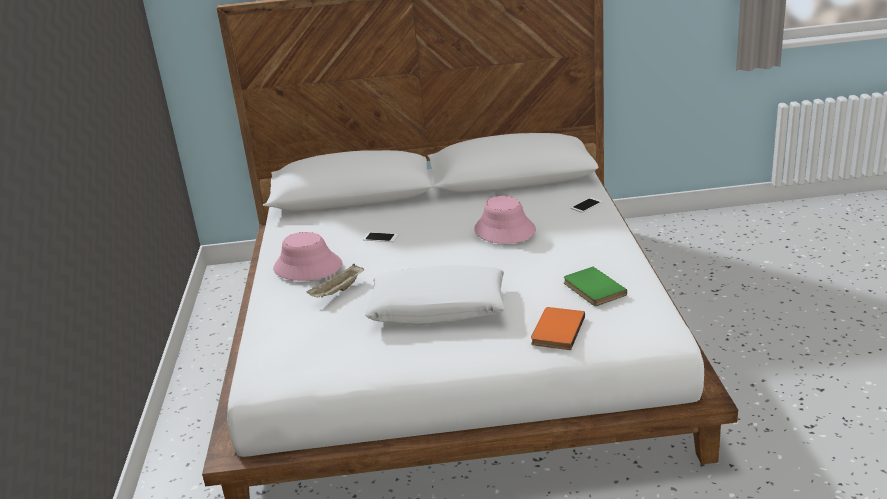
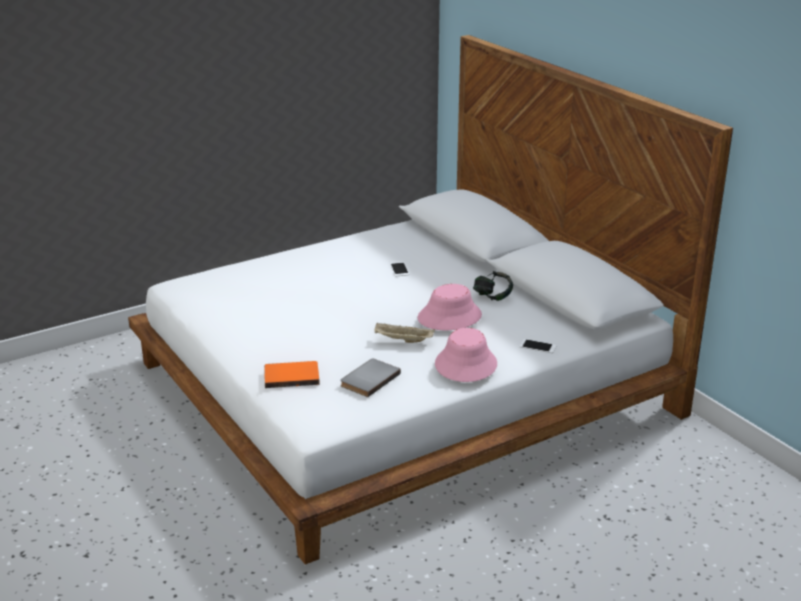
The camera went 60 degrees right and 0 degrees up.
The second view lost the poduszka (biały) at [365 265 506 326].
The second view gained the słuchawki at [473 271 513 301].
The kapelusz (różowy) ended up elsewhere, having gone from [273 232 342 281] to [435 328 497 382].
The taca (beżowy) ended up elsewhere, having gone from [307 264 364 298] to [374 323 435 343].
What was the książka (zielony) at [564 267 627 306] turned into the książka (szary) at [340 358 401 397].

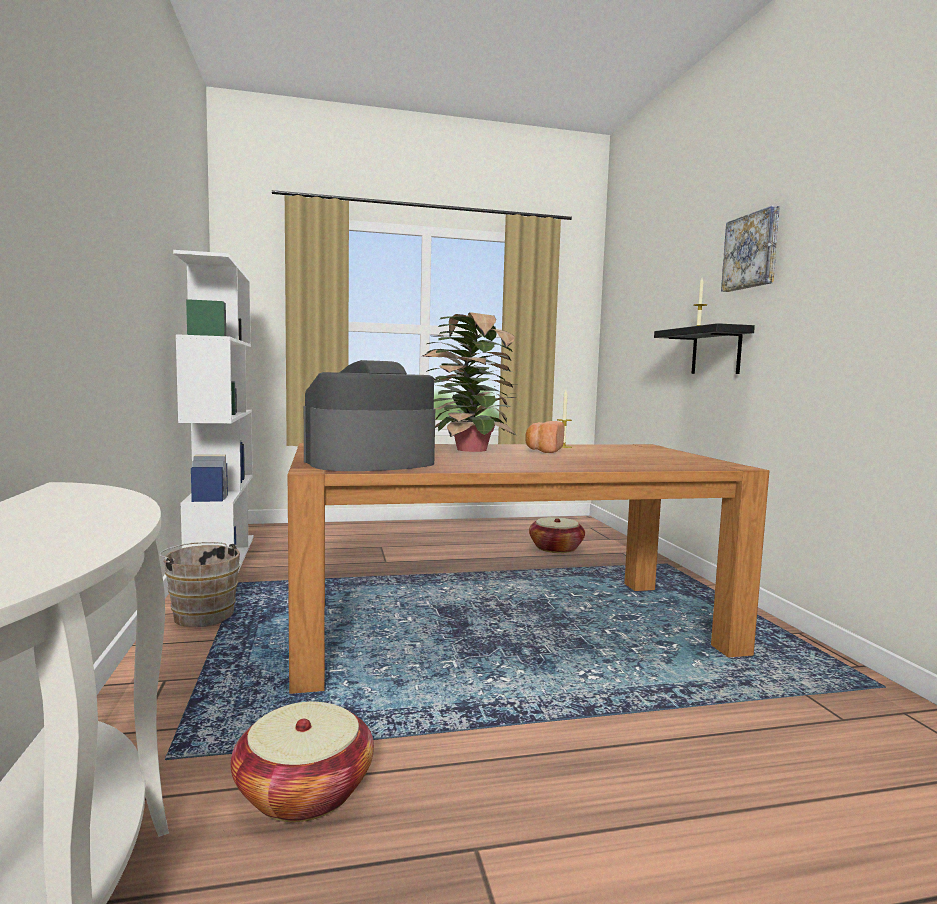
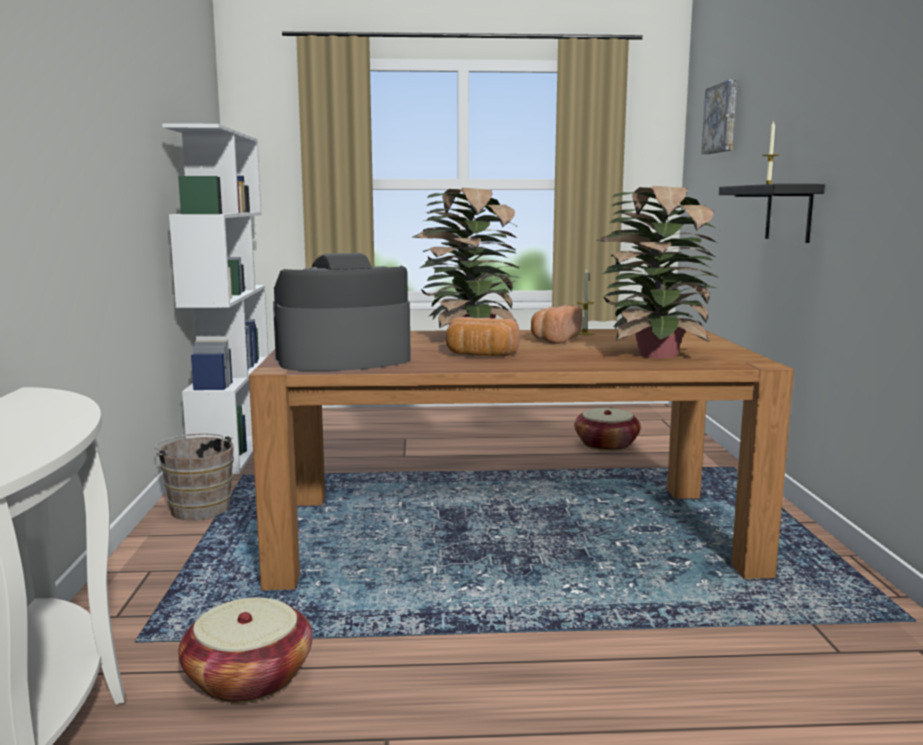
The camera went 10 degrees right and 5 degrees up.
The second view gained the chleb at [446 317 520 356].
The second view gained the roślina doniczkowa at [598 186 719 359].
The obraz ended up elsewhere, having gone from [721 206 780 292] to [701 80 737 154].

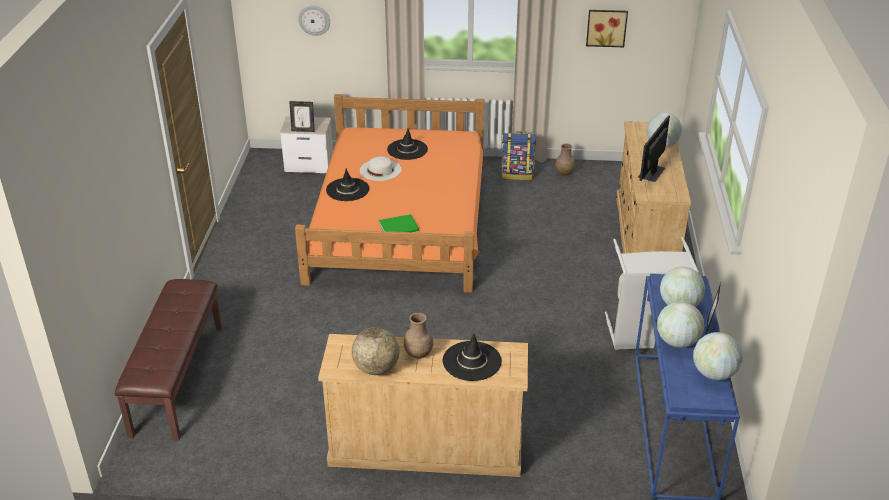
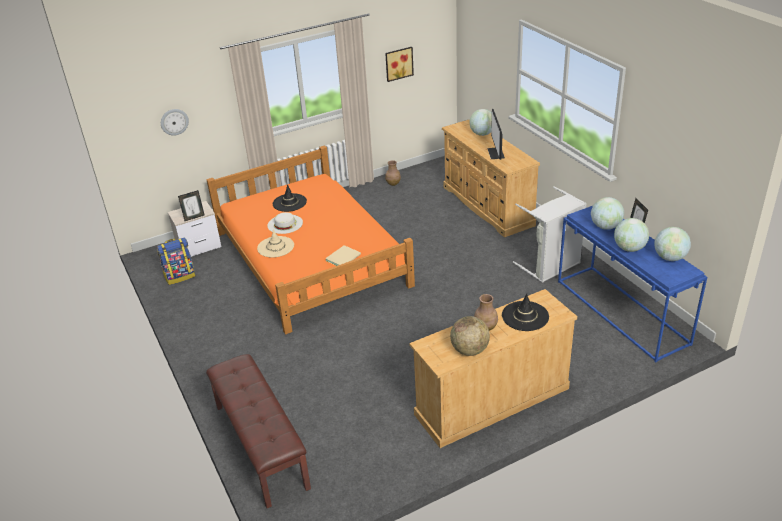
The camera went 30 degrees left and 0 degrees up.
The plecak ended up elsewhere, having gone from [502 131 536 180] to [157 238 195 285].
What was the kapelusz (czarny) at [326 168 369 201] turned into the kapelusz (beżowy) at [257 229 294 258].
What was the książka (zielony) at [379 214 419 232] turned into the książka (beżowy) at [325 245 361 266].

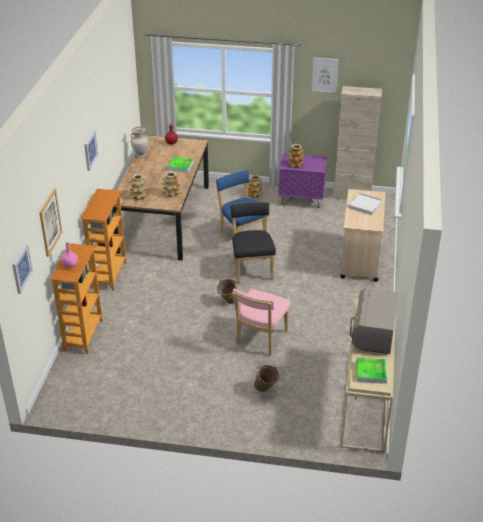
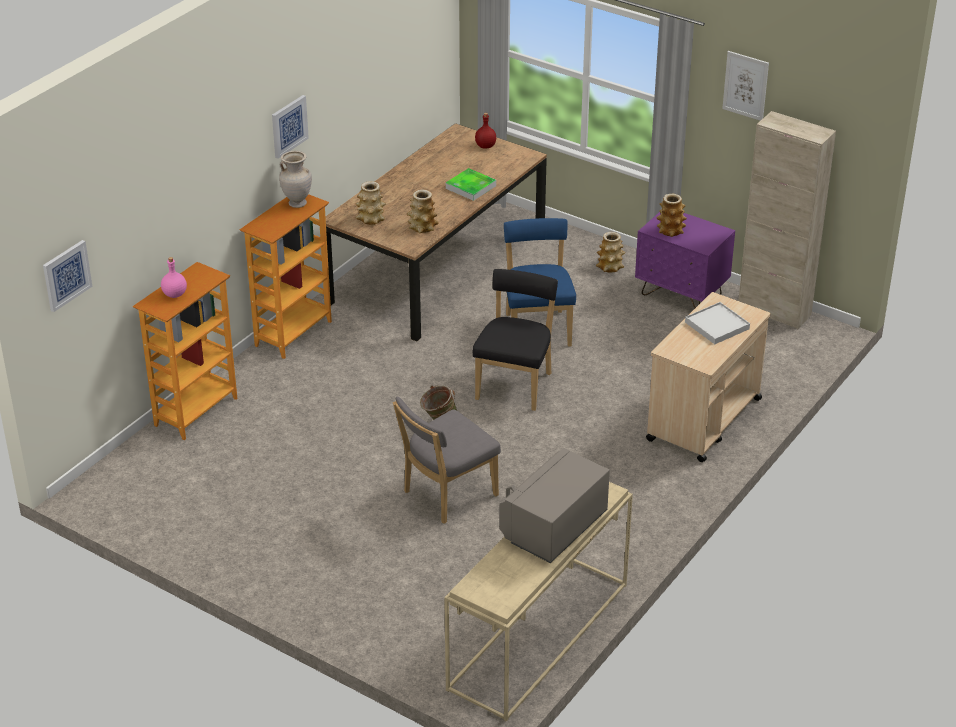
The camera went 25 degrees right and 0 degrees up.
The second view lost the obraz at [39 188 62 257].
The second view lost the wiadro (zielony) at [254 364 279 392].
The second view lost the taca at [356 358 387 384].
The wazon (beżowy) ended up elsewhere, having gone from [131 127 148 158] to [279 151 312 208].
What was the krzesło (różowy) at [232 289 291 355] turned into the krzesło (szary) at [393 396 501 524].

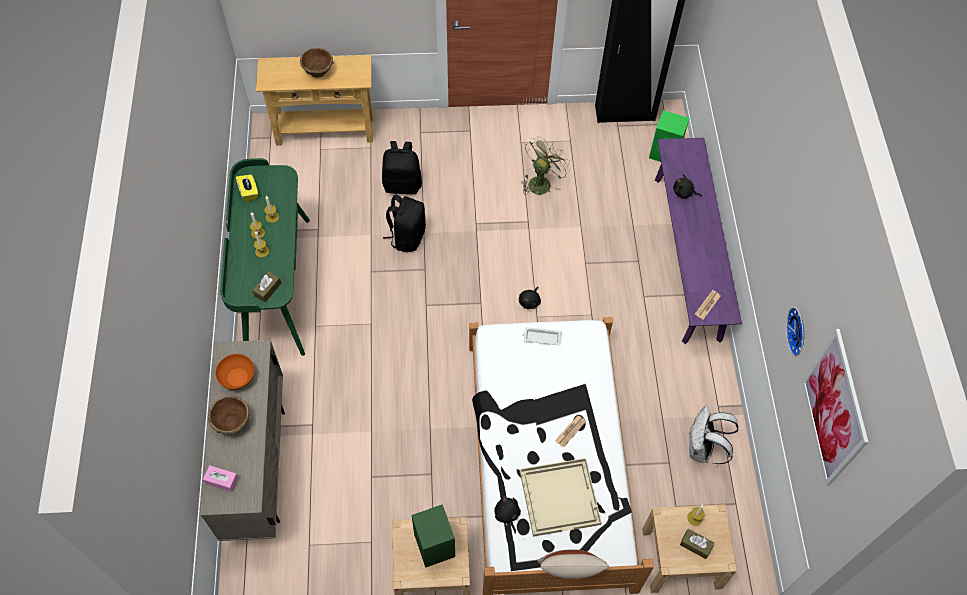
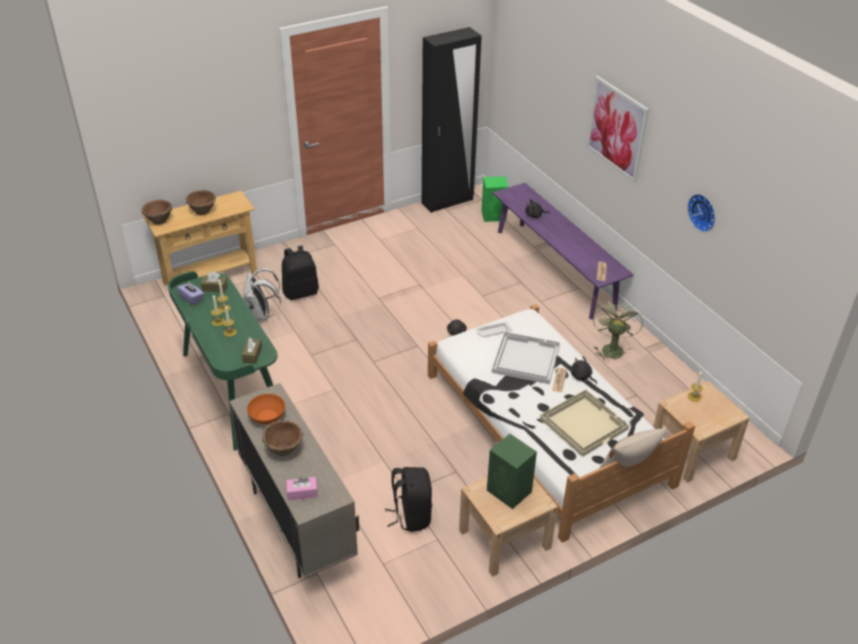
The camera went 25 degrees left and 20 degrees down.
The second view gained the miska (brązowy) at [141 199 172 225].
The second view gained the taca (biały) at [492 332 560 384].
The plecak (czarny) ended up elsewhere, having gone from [383 195 426 252] to [385 467 432 532].
The pluszak (czarny) ended up elsewhere, having gone from [494 496 521 534] to [571 356 597 384].
The wentylator (zielony) ended up elsewhere, having gone from [521 136 571 195] to [593 300 643 362].
The pudełko chusteczek (brązowy) ended up elsewhere, having gone from [680 529 714 559] to [201 272 228 292].
The plecak (biały) ended up elsewhere, having gone from [689 405 739 464] to [243 268 281 321].
The obraz ended up elsewhere, having gone from [802 329 868 486] to [586 76 649 183].
What was the pudełko chusteczek (żółty) at [236 175 258 202] turned into the pudełko chusteczek (fioletowy) at [177 282 204 305].

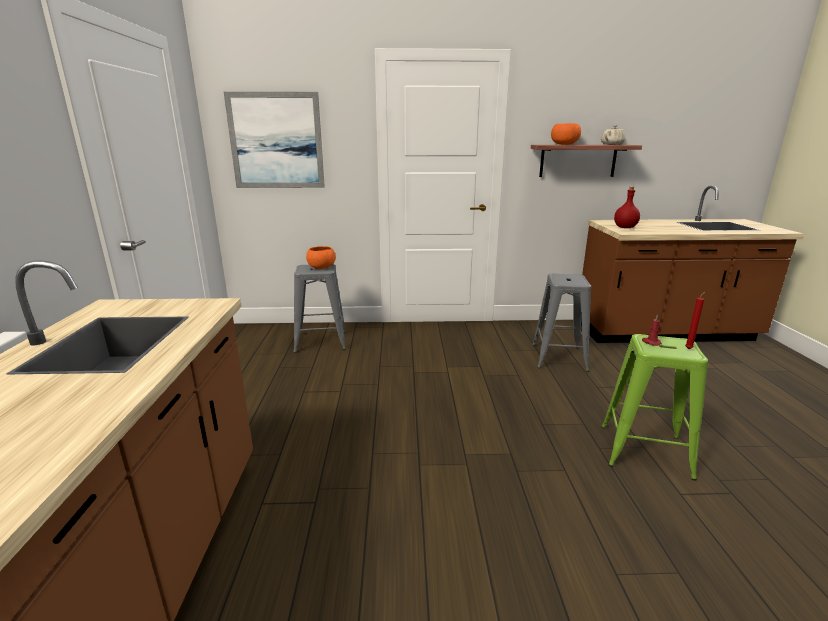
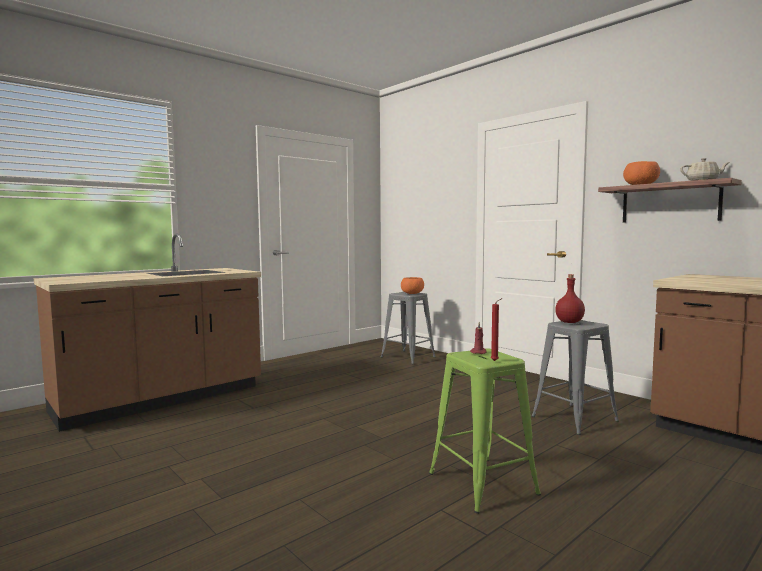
The camera went 50 degrees right and 15 degrees down.
The second view lost the obraz at [224 92 325 188].
The butelka (czerwony) ended up elsewhere, having gone from [614 187 640 228] to [555 274 585 323].

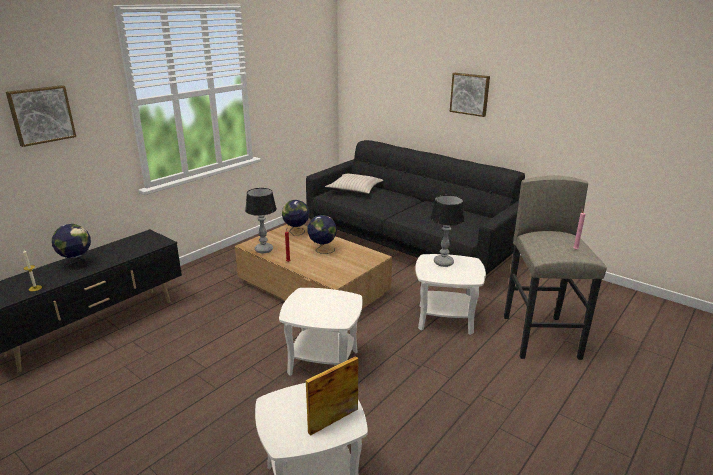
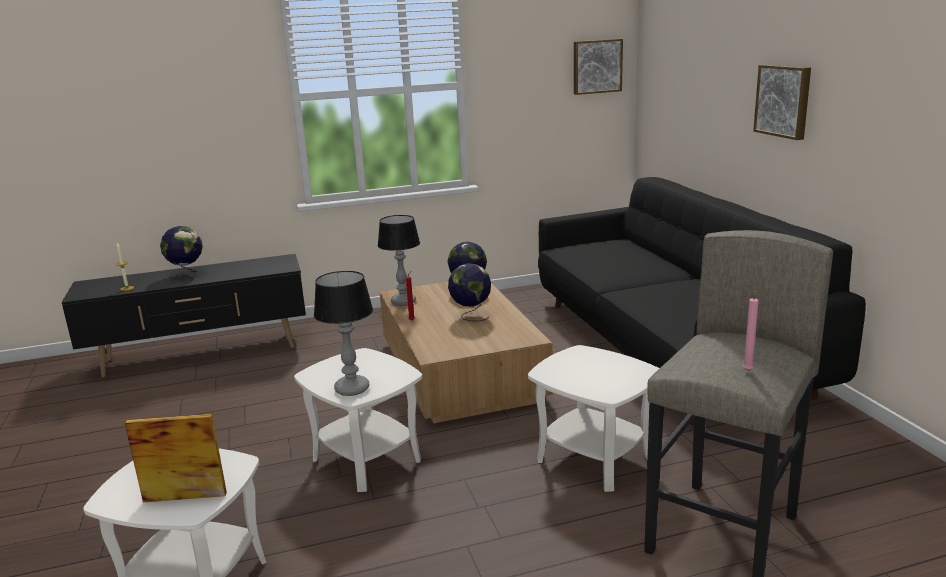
The camera went 35 degrees right and 5 degrees down.
The second view lost the poduszka (beżowy) at [325 174 383 194].
The obraz ended up elsewhere, having gone from [6 85 76 147] to [574 39 623 95].
The lampa stołowa ended up elsewhere, having gone from [430 195 465 267] to [314 271 373 396].

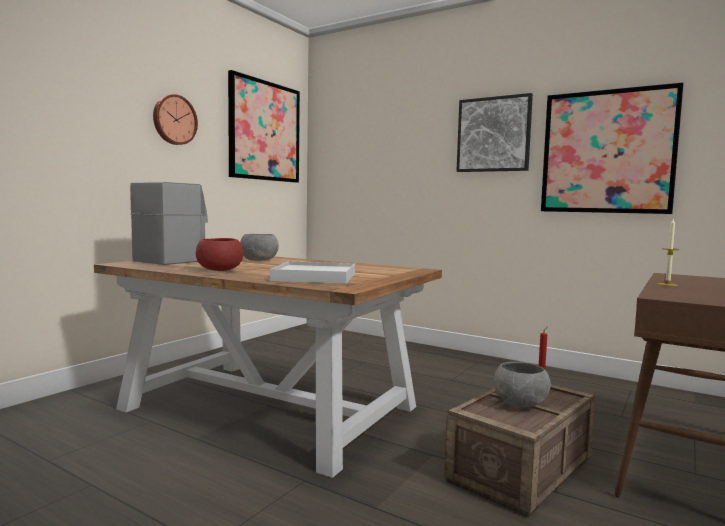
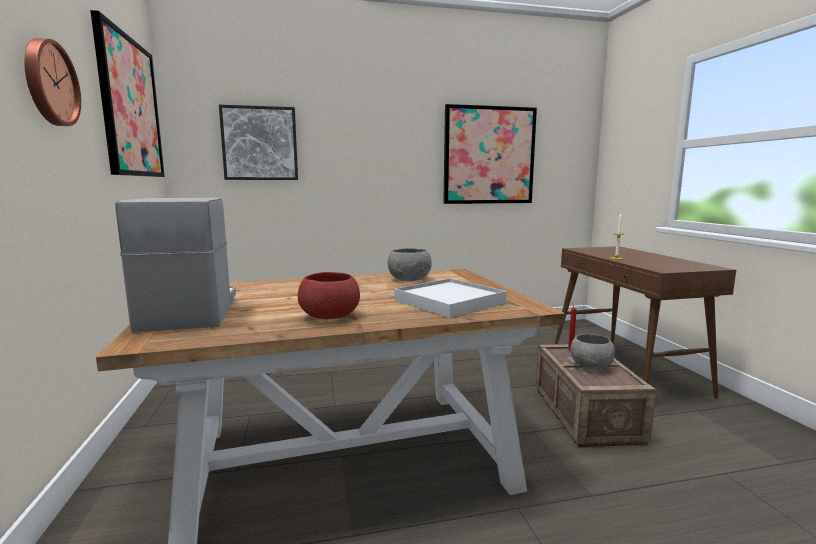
The camera went 45 degrees left and 5 degrees up.
The miska (szary) ended up elsewhere, having gone from [240 234 279 261] to [388 248 432 281].
The obraz ended up elsewhere, having gone from [456 93 533 172] to [219 105 298 180].

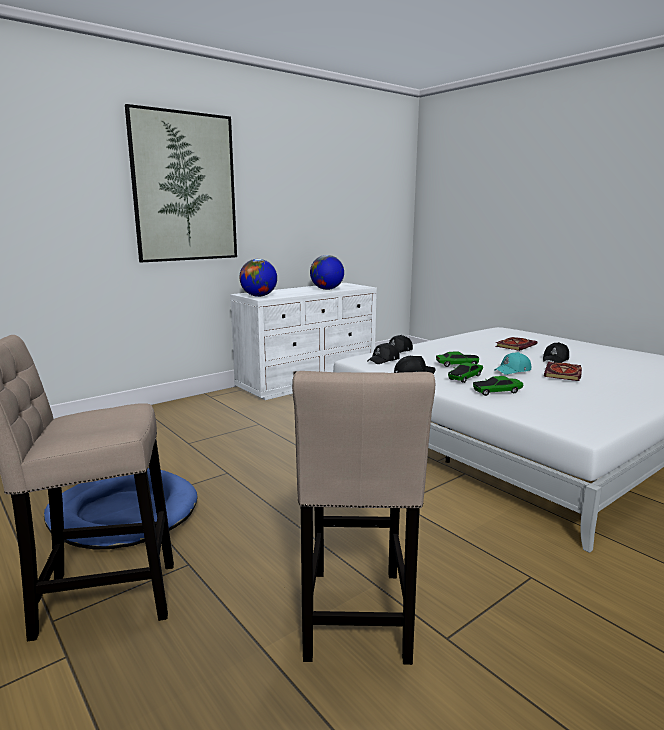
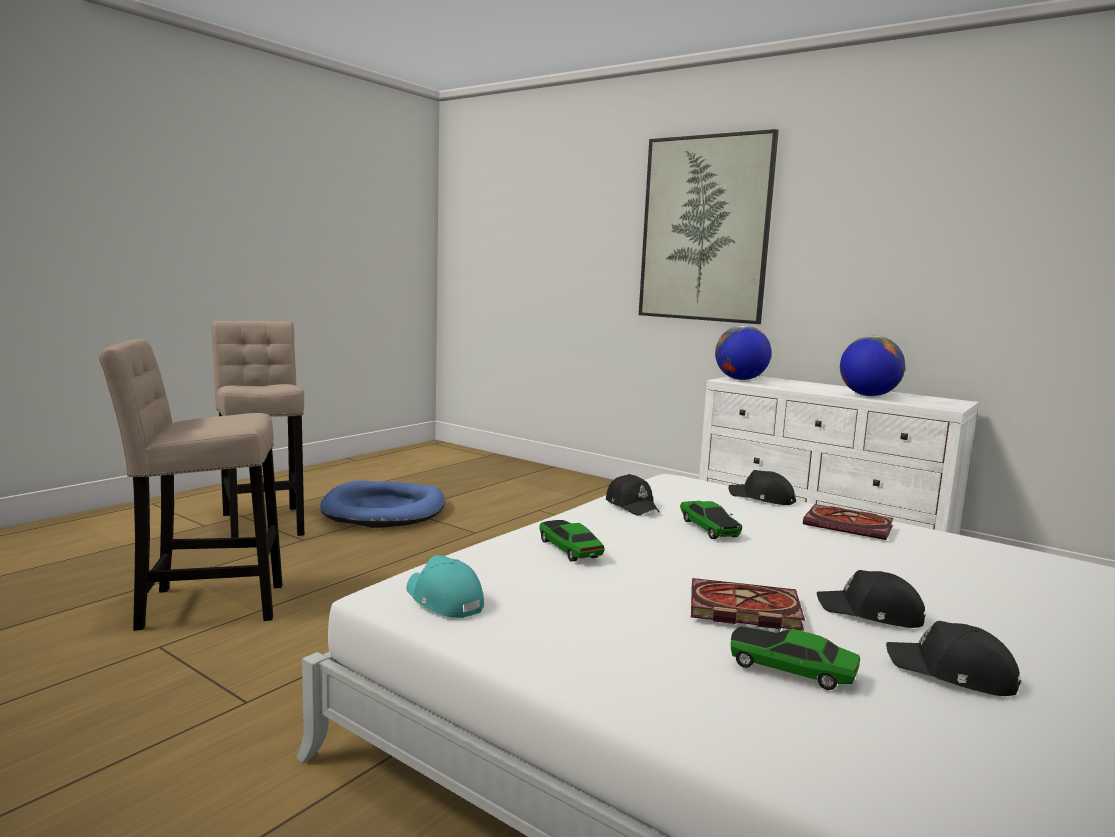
The camera went 75 degrees right and 5 degrees down.
The czapka z daszkiem (czarny) ended up elsewhere, having gone from [367 343 400 364] to [886 621 1021 696].
The samochodzik ended up elsewhere, having gone from [448 362 483 383] to [731 626 860 690].
The czapka z daszkiem (turkusowy) ended up elsewhere, having gone from [494 352 531 375] to [406 555 484 618].
The książka ended up elsewhere, having gone from [495 337 537 351] to [803 504 894 540].

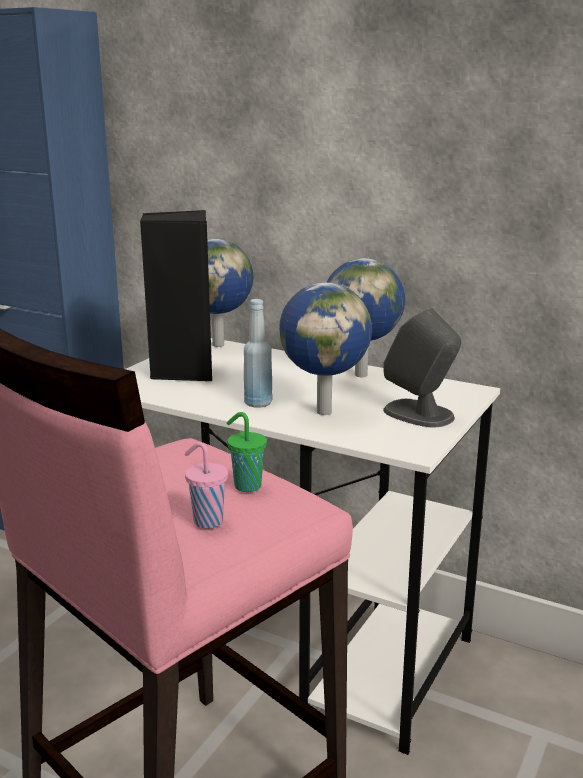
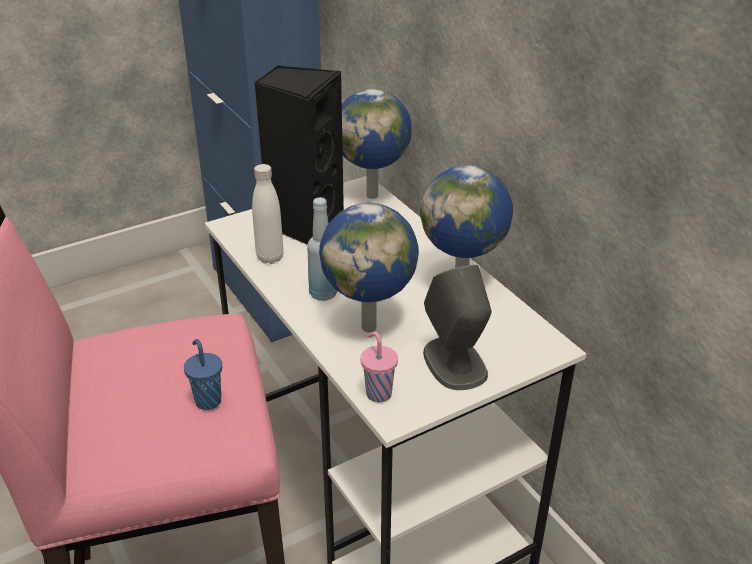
The camera went 30 degrees right and 15 degrees up.
The second view gained the butelka (biały) at [252 164 283 264].
The filiżanka (różowy) ended up elsewhere, having gone from [185 442 228 529] to [360 332 398 402].
What was the filiżanka (zielony) at [227 412 267 492] turned into the filiżanka (niebieski) at [184 339 222 410].

